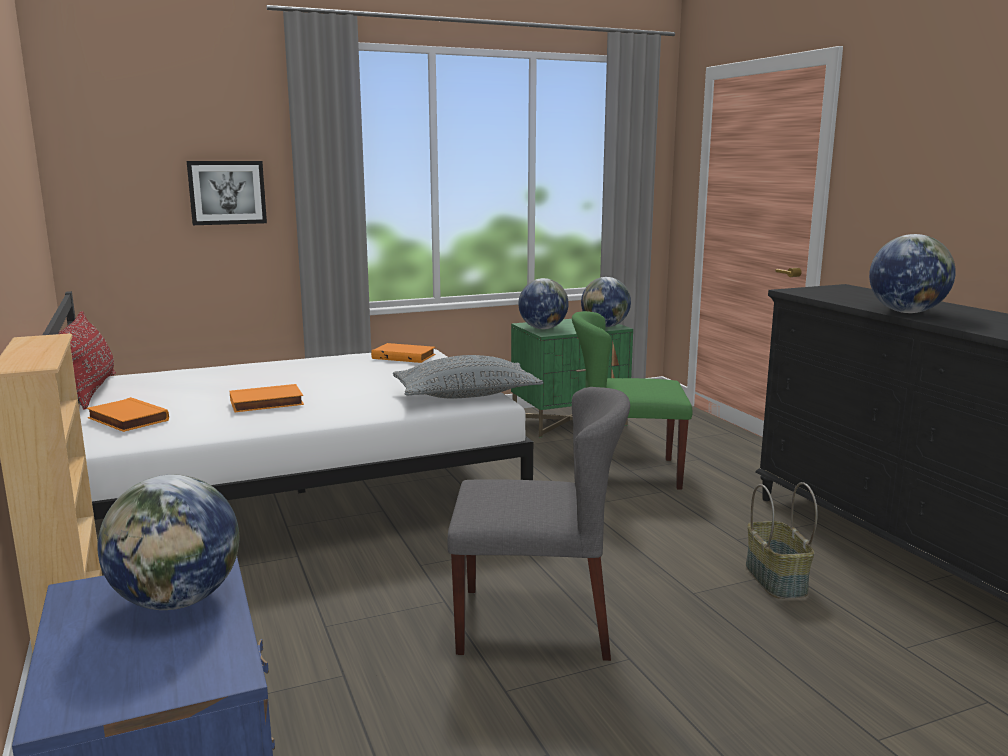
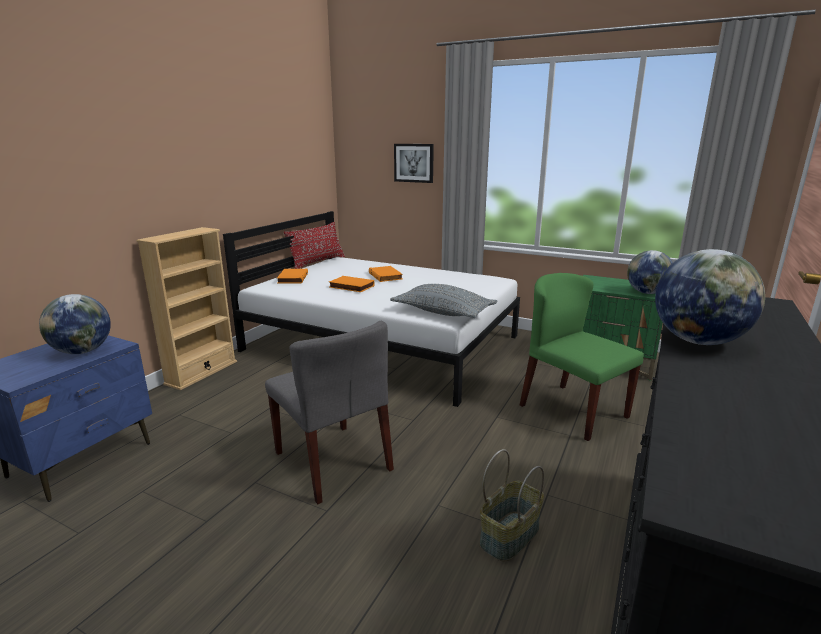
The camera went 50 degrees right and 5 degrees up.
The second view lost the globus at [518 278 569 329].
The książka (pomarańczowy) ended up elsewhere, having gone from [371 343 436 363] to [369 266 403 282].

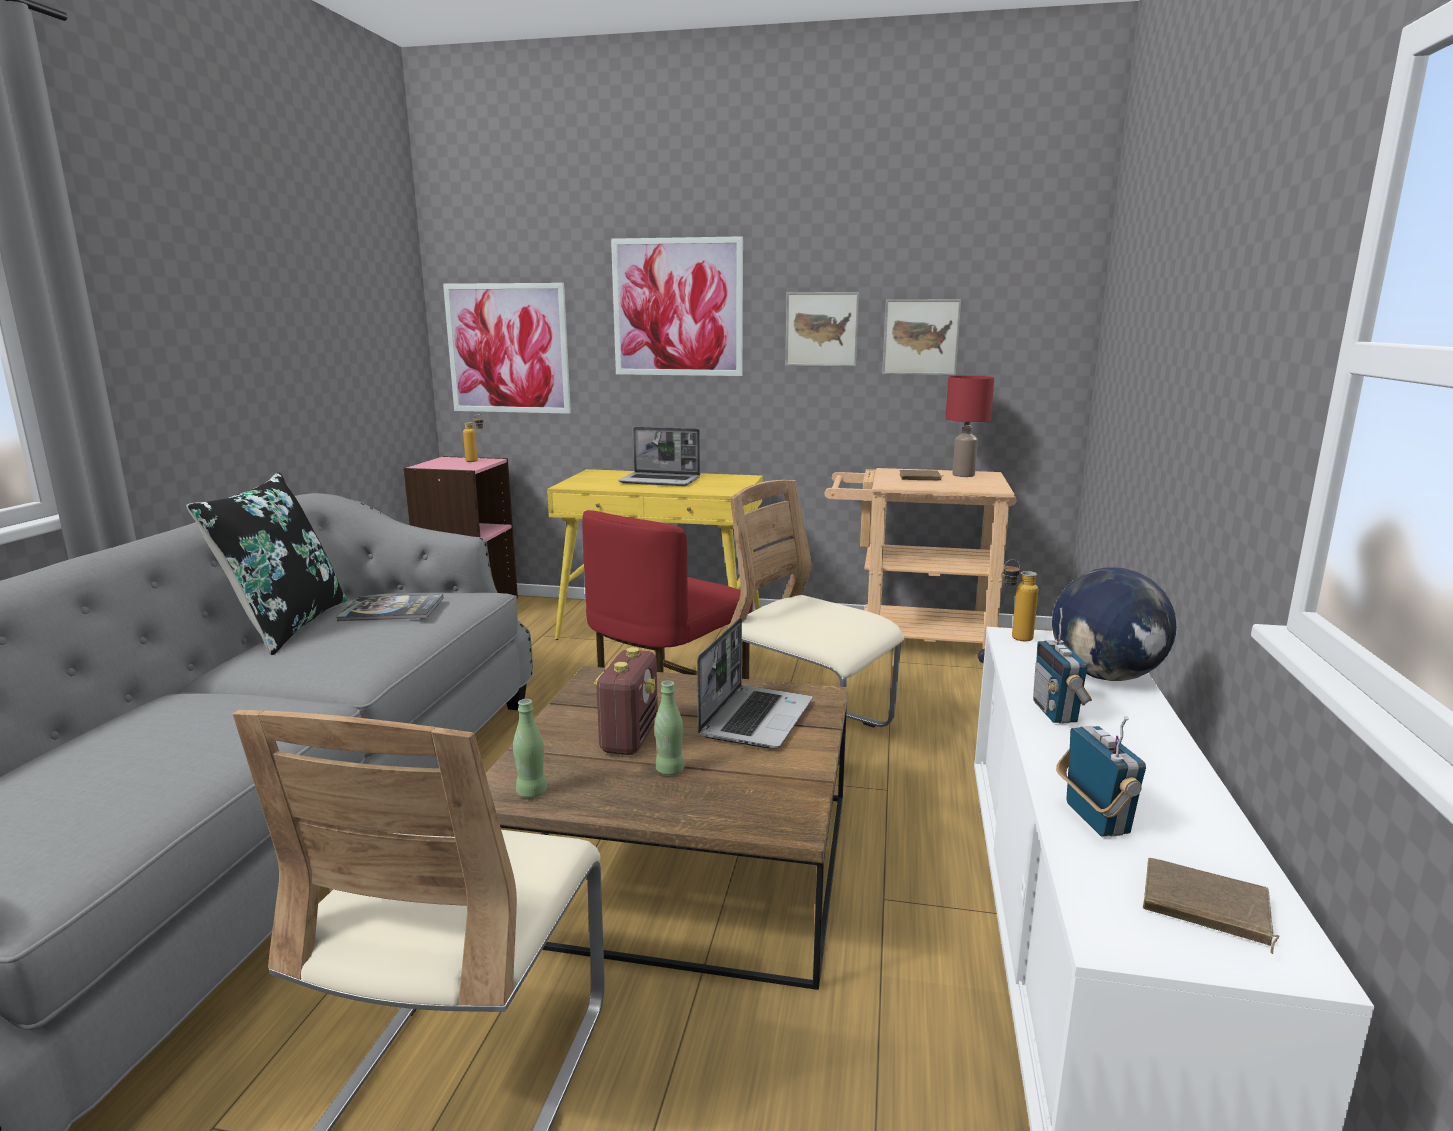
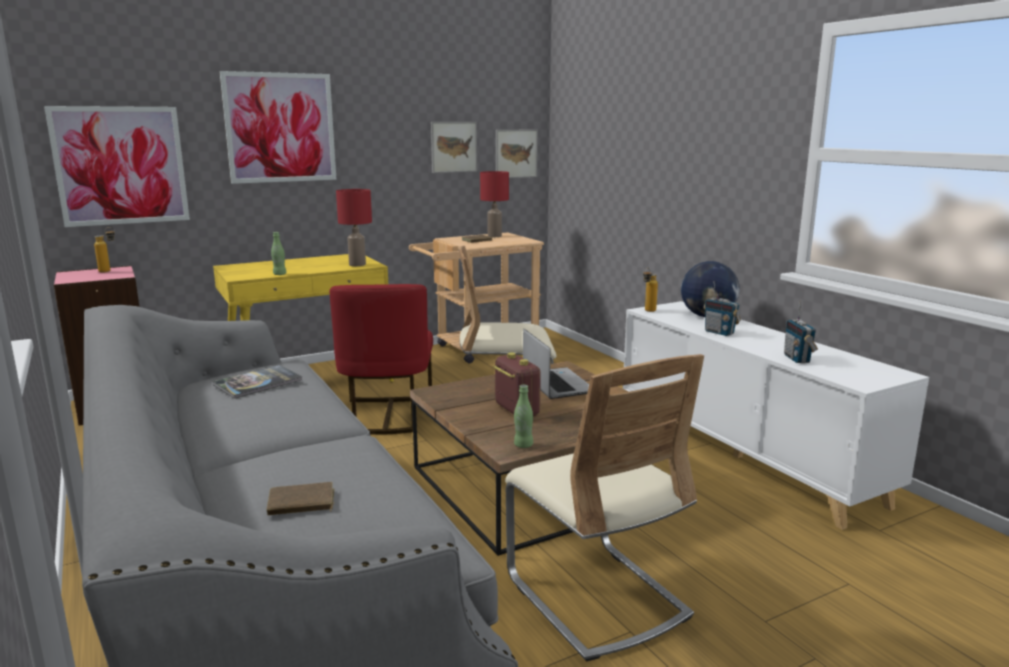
The camera went 40 degrees left and 0 degrees up.
The second view lost the poduszka (czarny) at [186 472 347 655].
The second view lost the laptop at [618 427 700 486].
The second view gained the lampa stołowa (czerwony) at [336 189 372 266].
The butelka (zielony) ended up elsewhere, having gone from [654 681 684 775] to [271 232 287 275].
The obraz ended up elsewhere, having gone from [785 292 859 367] to [496 129 538 178].
The książka (brązowy) ended up elsewhere, having gone from [1143 858 1280 954] to [267 482 335 515].
The radio at [1056 716 1146 836] ended up facing another way, 135 degrees counterclockwise from before.

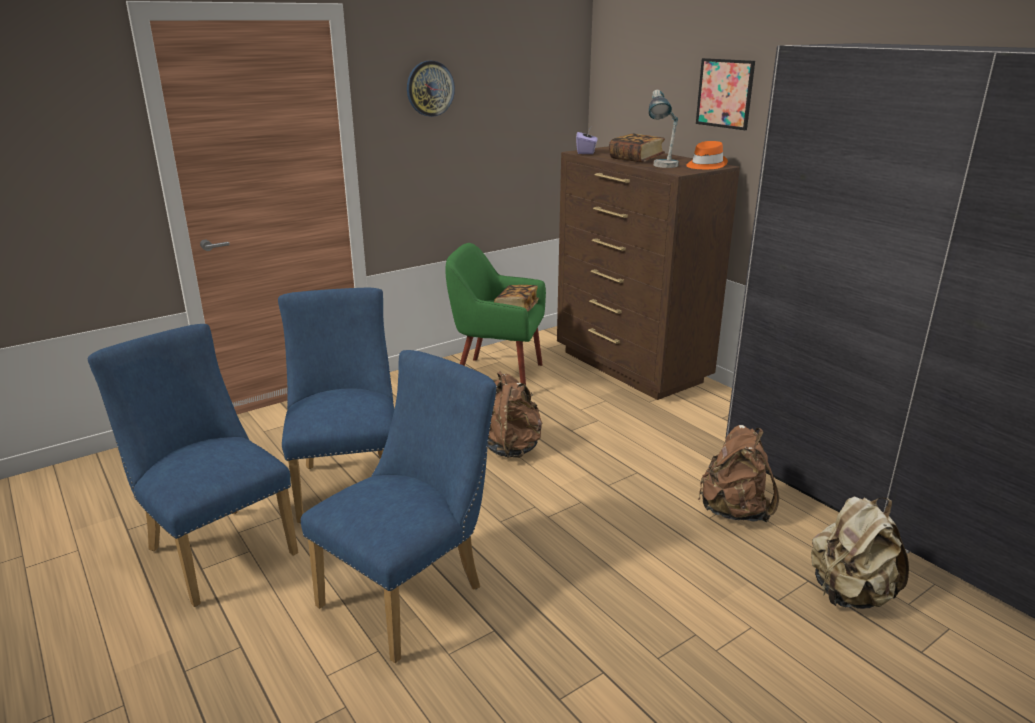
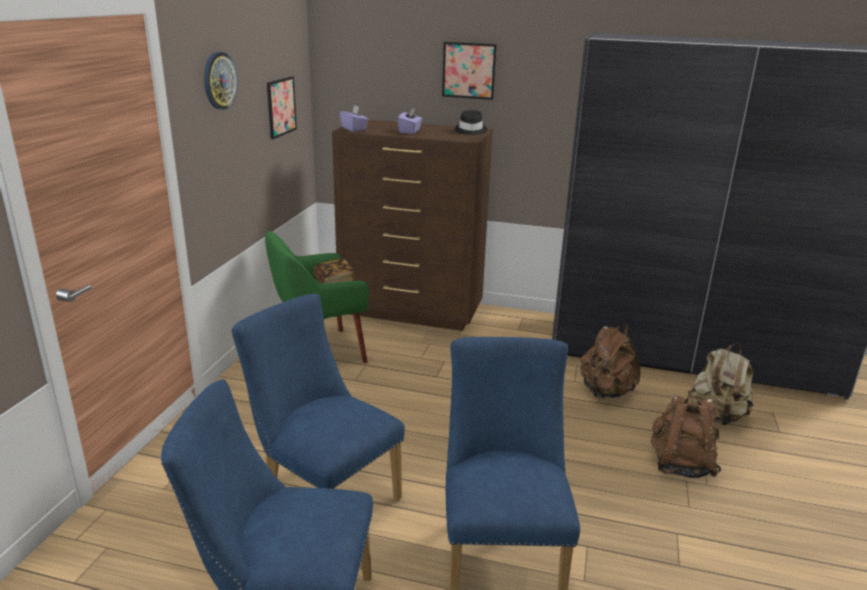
The camera went 40 degrees left and 0 degrees up.
The second view lost the lampa stołowa at [649 90 679 168].
The second view gained the obraz at [267 76 297 139].
The plecak (brązowy) ended up elsewhere, having gone from [488 372 543 458] to [651 394 721 478].
Where the książka stood at [609 133 665 162], the pudełko chusteczek (fioletowy) came to stand at [398 108 422 134].
What was the kapelusz (pomarańczowy) at [686 141 728 169] turned into the kapelusz (czarny) at [455 110 487 135].

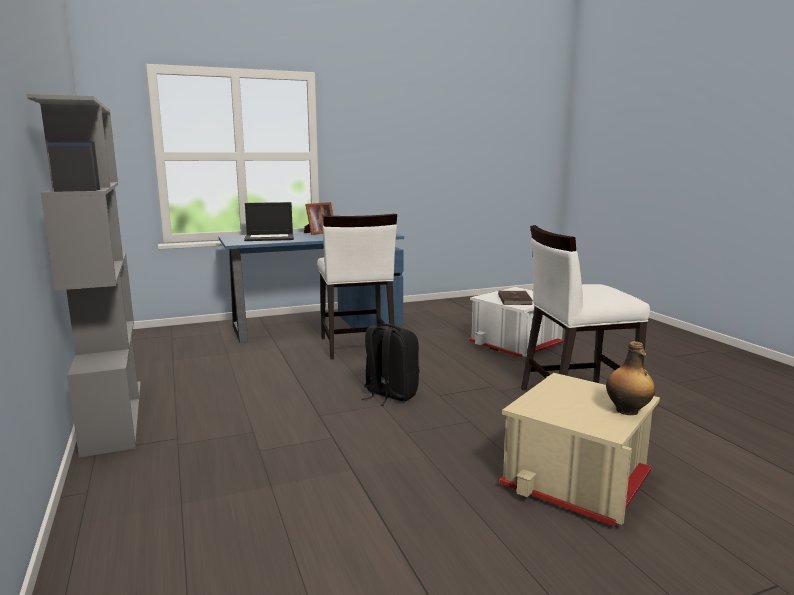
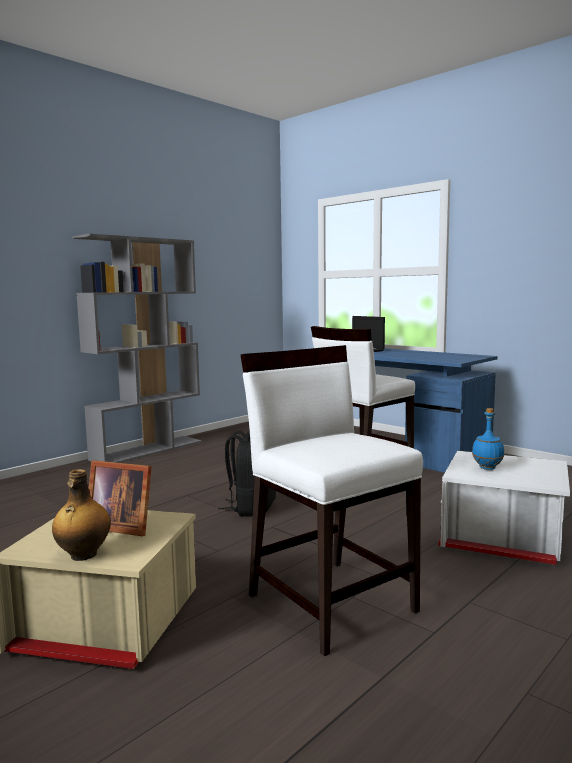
The camera went 65 degrees right and 5 degrees down.
The ramka na zdjęcie ended up elsewhere, having gone from [304 202 334 235] to [89 460 152 536].
Where the książka (brązowy) stood at [498 291 533 305], the butelka (niebieski) came to stand at [472 408 504 470].

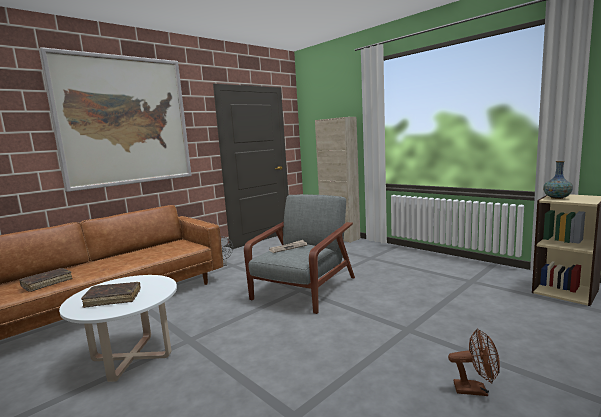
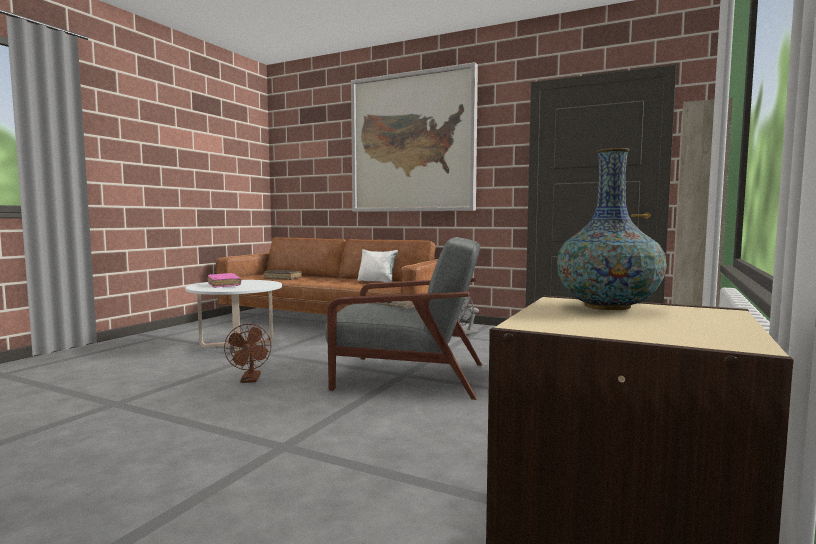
The camera went 70 degrees right and 5 degrees down.
The second view gained the poduszka (biały) at [358 249 398 282].
The wentylator (brązowy) ended up elsewhere, having gone from [448 329 500 396] to [224 324 272 383].
What was the książka (brązowy) at [81 282 141 308] turned into the książka (różowy) at [207 273 241 288].

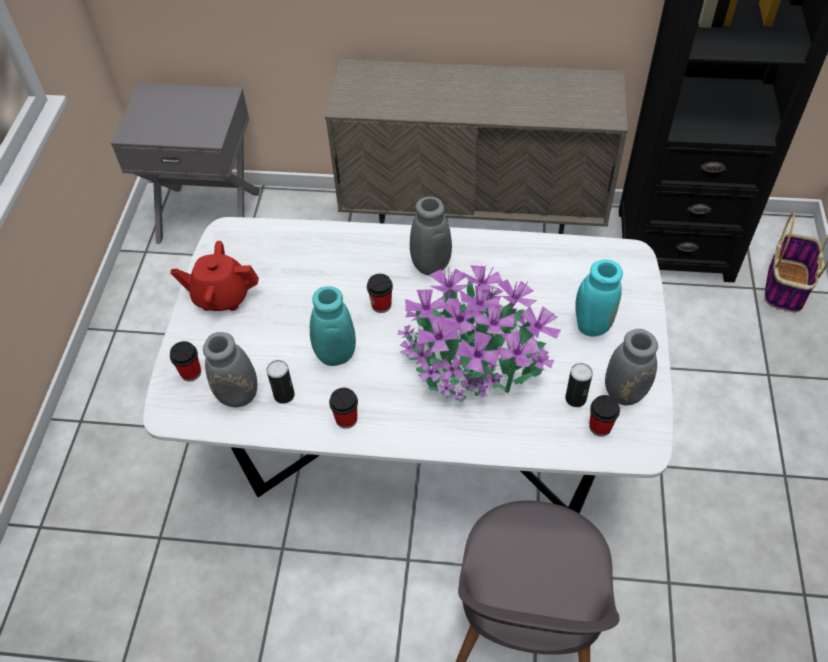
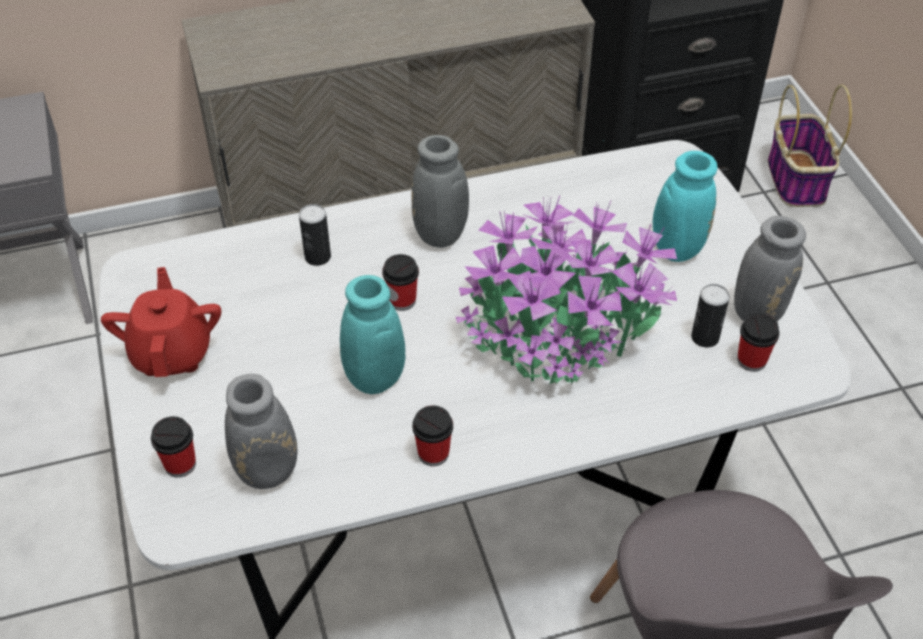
The camera went 25 degrees left and 5 degrees down.
The puszka ended up elsewhere, having gone from [266 360 295 404] to [299 204 331 266].
The imbryk (czerwony) at [170 241 259 311] ended up facing another way, 105 degrees clockwise from before.

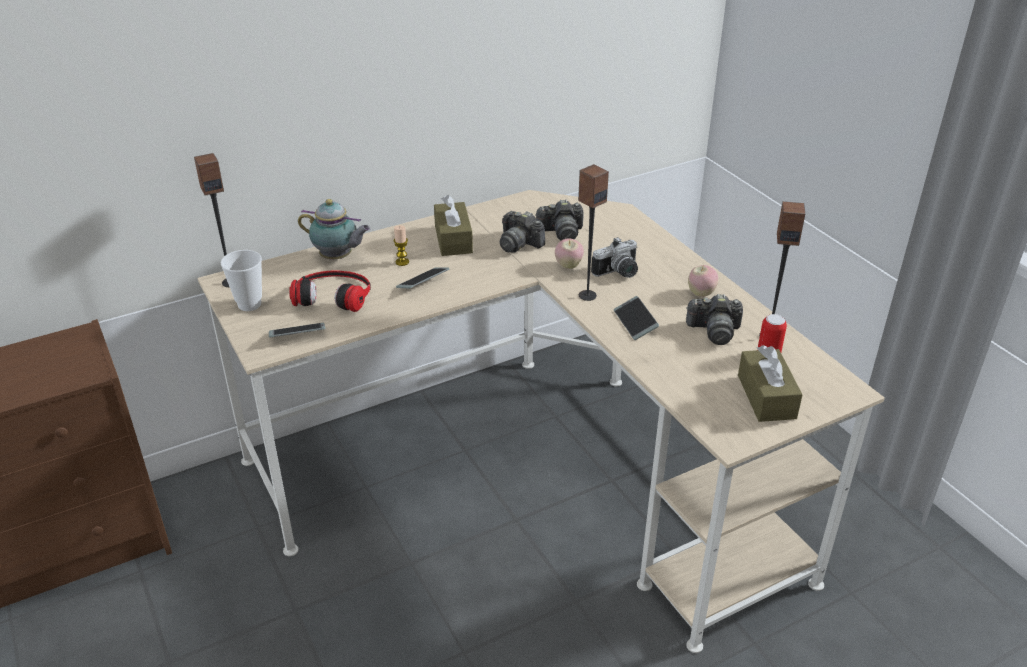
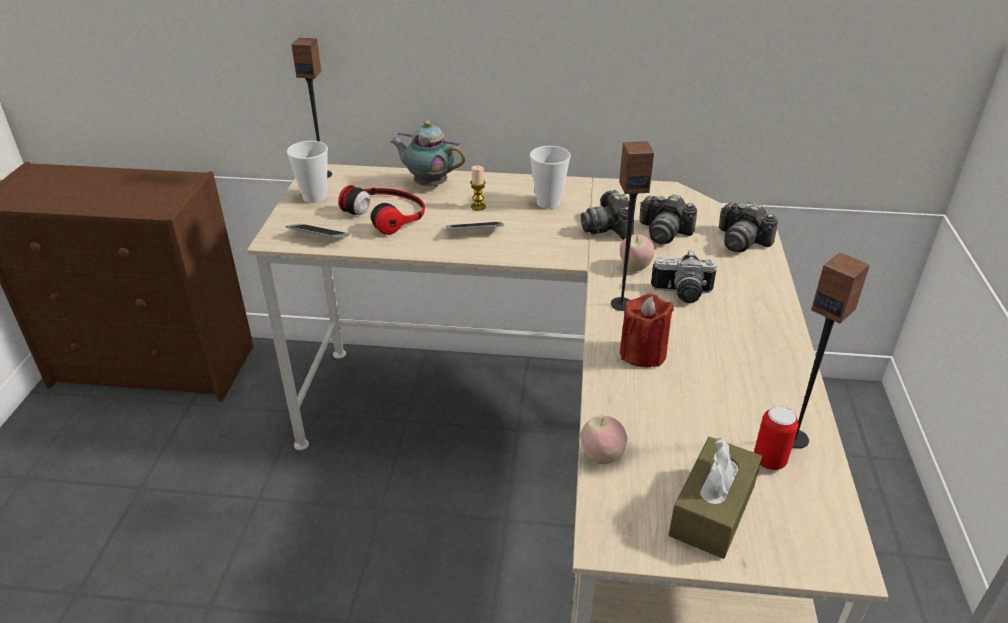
The camera went 35 degrees right and 0 degrees up.
The aparat fotograficzny ended up elsewhere, having gone from [686 294 743 345] to [719 202 778 252].
The jabłko ended up elsewhere, having gone from [688 265 718 297] to [580 415 627 464].
Where the pudełko chusteczek (brązowy) stood at [434 195 473 256], the filiżanka came to stand at [530 146 571 209].
Where the telefon stood at [614 296 659 340], the świeca (czerwony) came to stand at [620 293 674 368].
The imbryk at [298 199 370 259] ended up facing another way, 150 degrees clockwise from before.

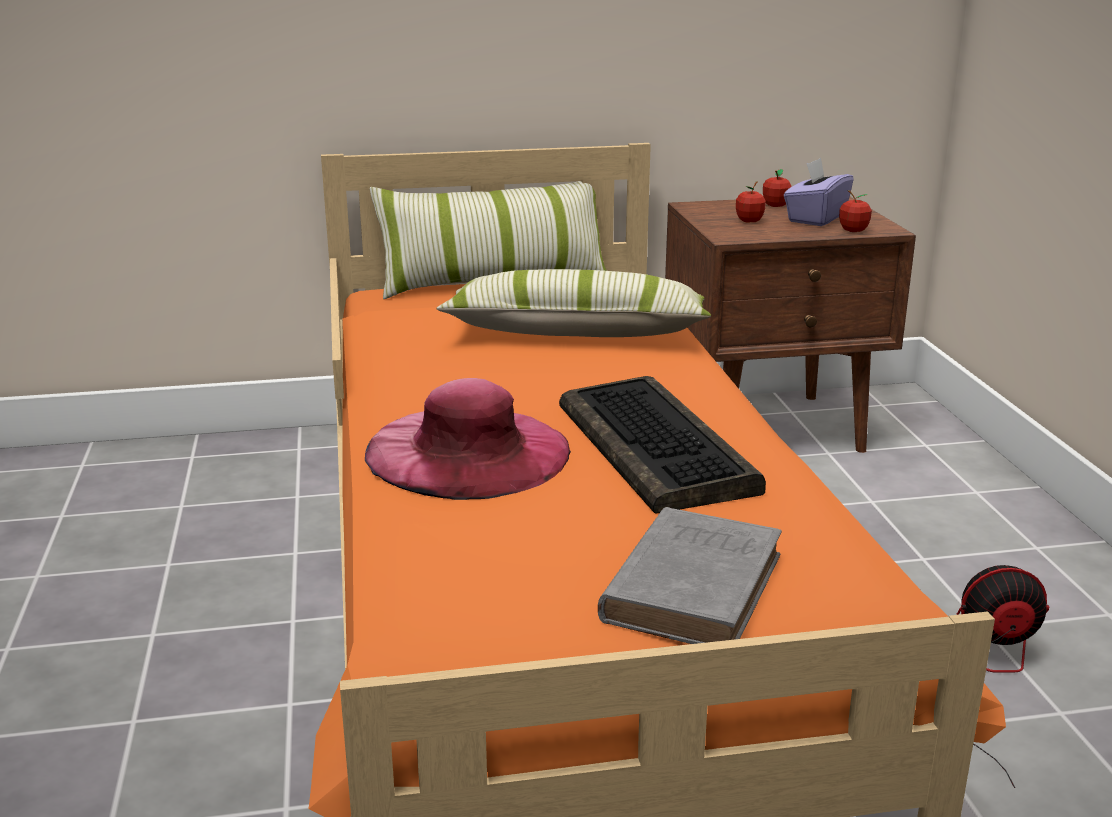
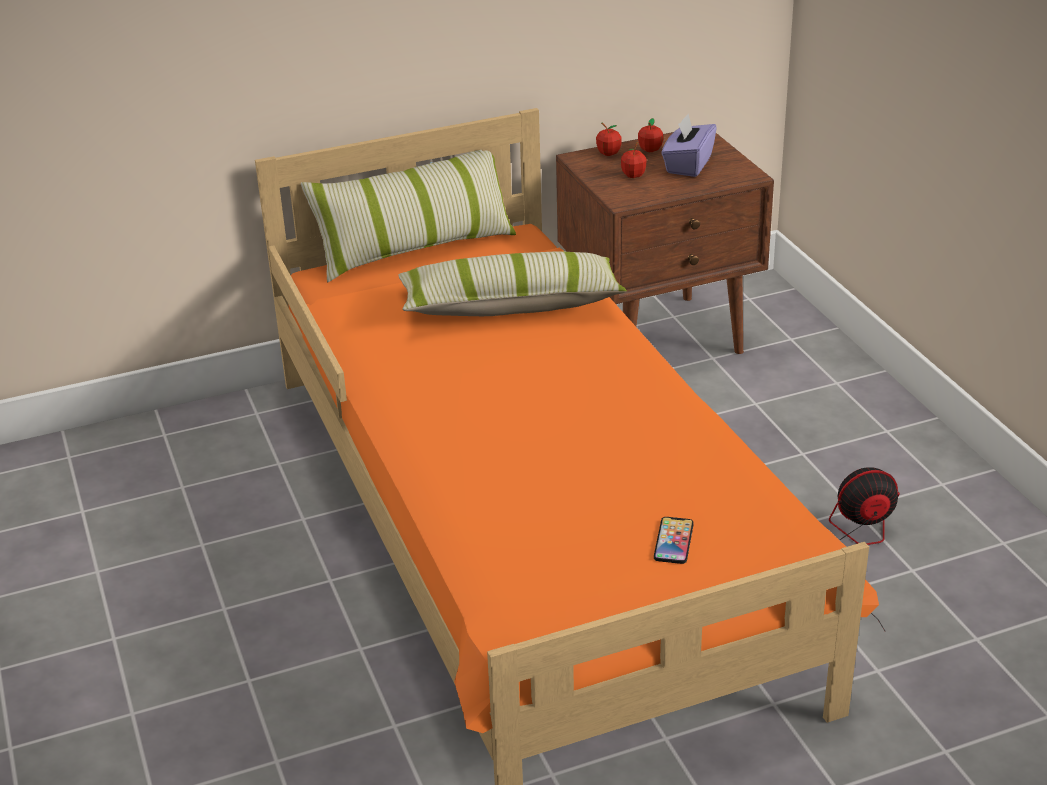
The camera went 10 degrees left and 10 degrees up.
The second view lost the kapelusz (różowy) at [365 378 571 500].
The second view lost the klawiatura at [559 376 766 514].
The jabłko ended up elsewhere, having gone from [839 190 872 232] to [596 123 622 156].
Where the książka (szary) stood at [598 507 782 644], the telefon came to stand at [654 517 694 564].

